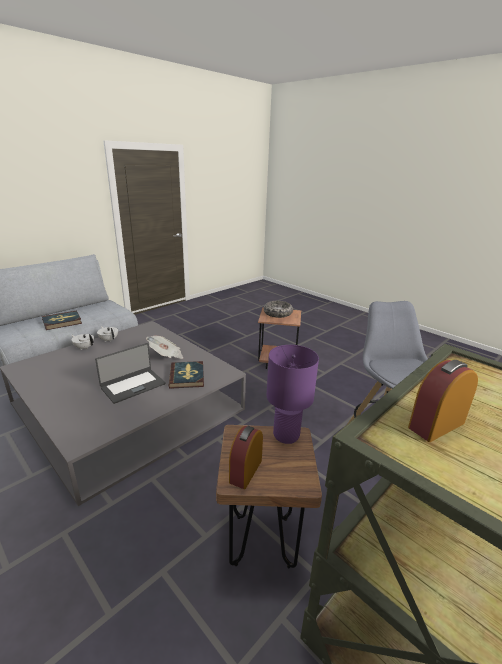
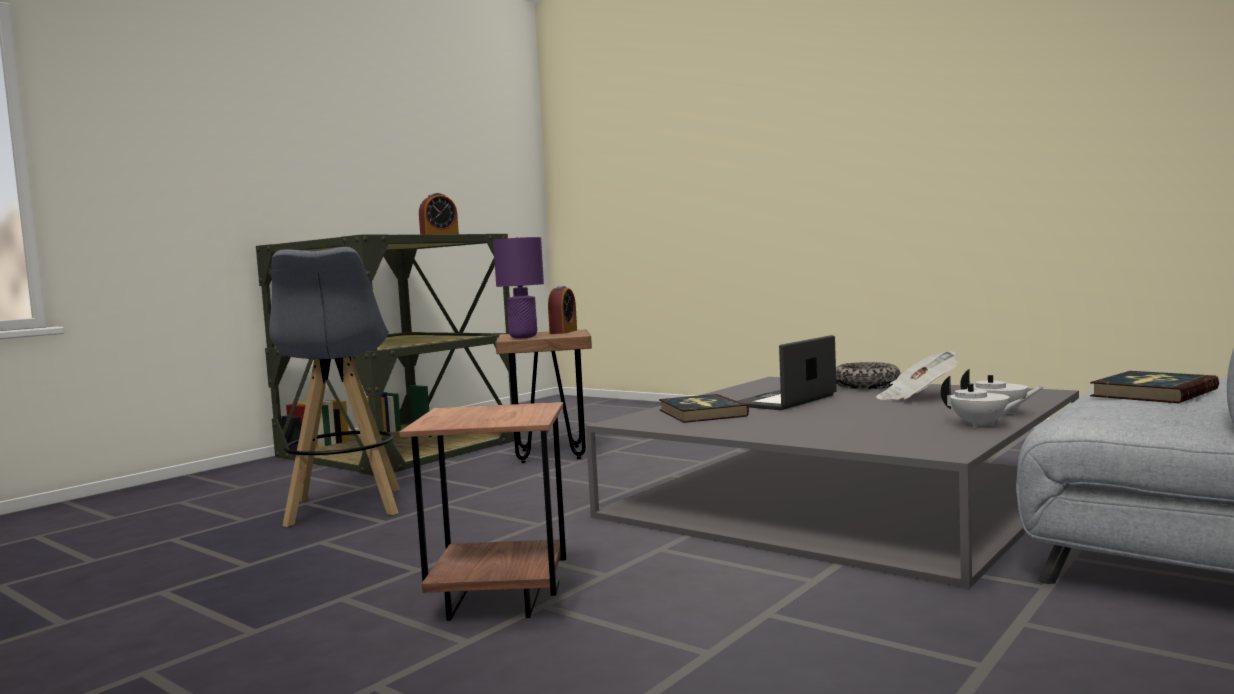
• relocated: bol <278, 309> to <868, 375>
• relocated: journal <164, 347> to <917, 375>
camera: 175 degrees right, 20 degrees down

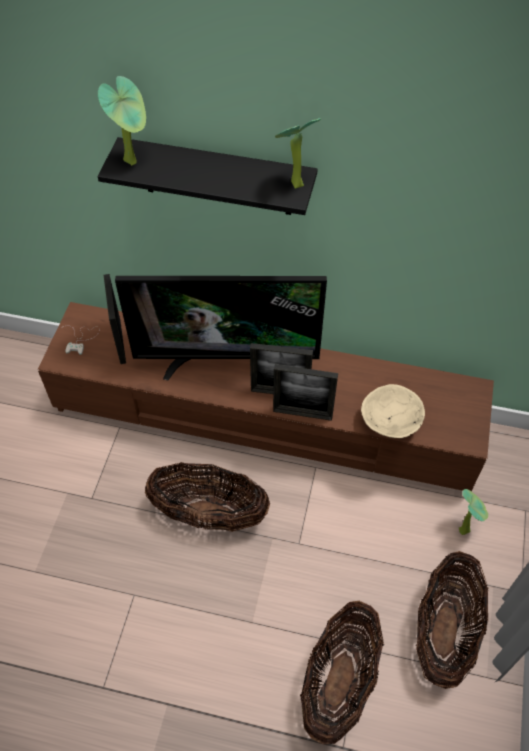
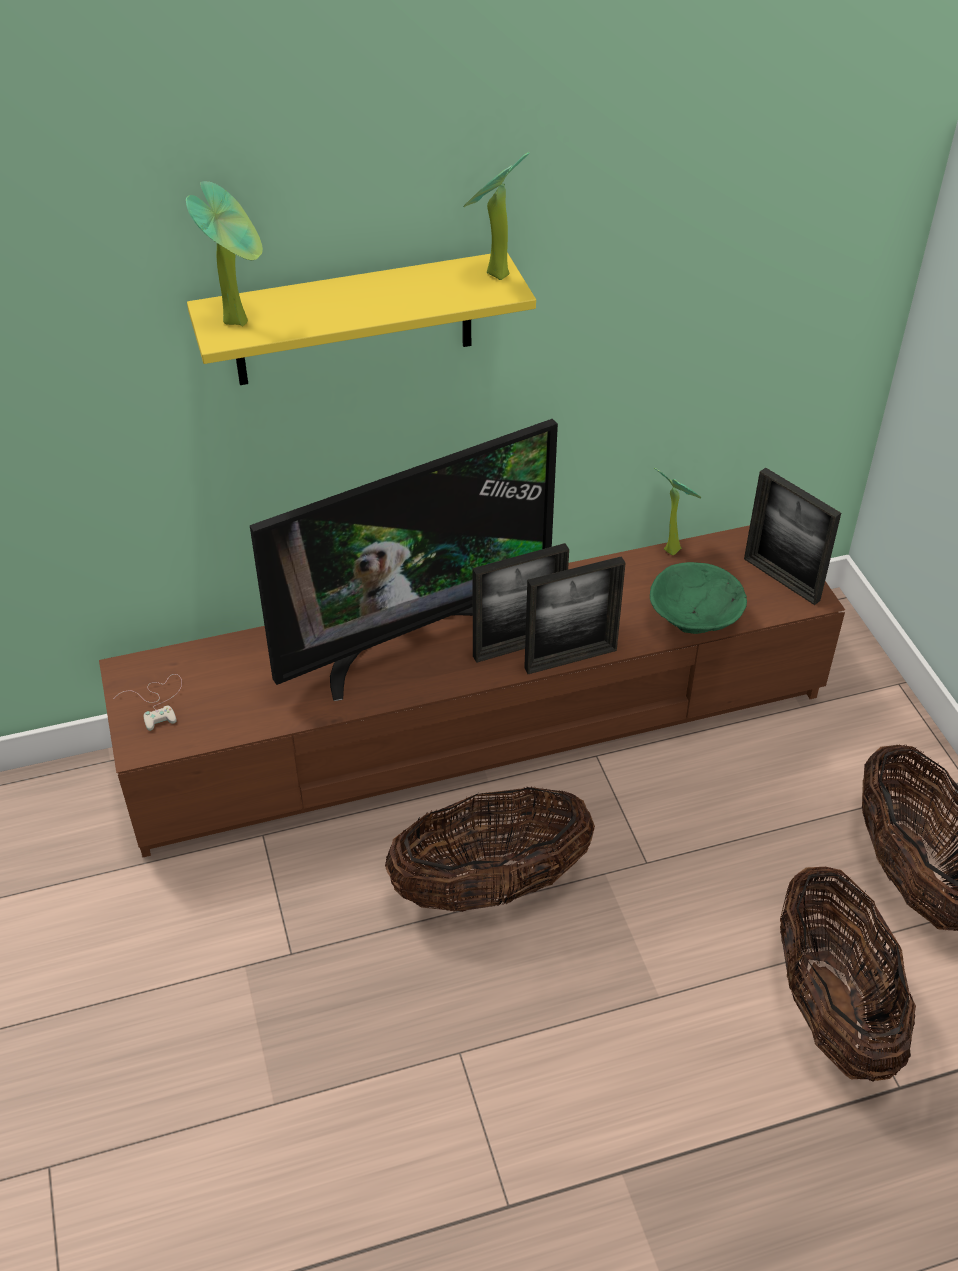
• colour: étagère/noir <207, 176> to étagère/jaune <361, 318>
• colour: bol/beige <393, 411> to bol/vert <698, 598>
• relocated: plante en pot <473, 512> to <677, 511>
• relocated: cadre photo <115, 319> to <792, 536>
camera: 30 degrees left, 10 degrees down

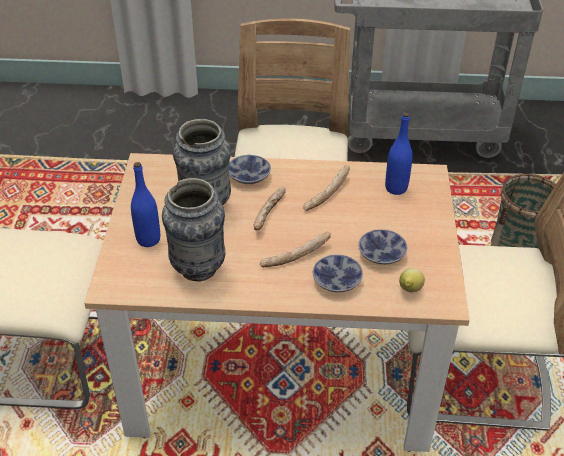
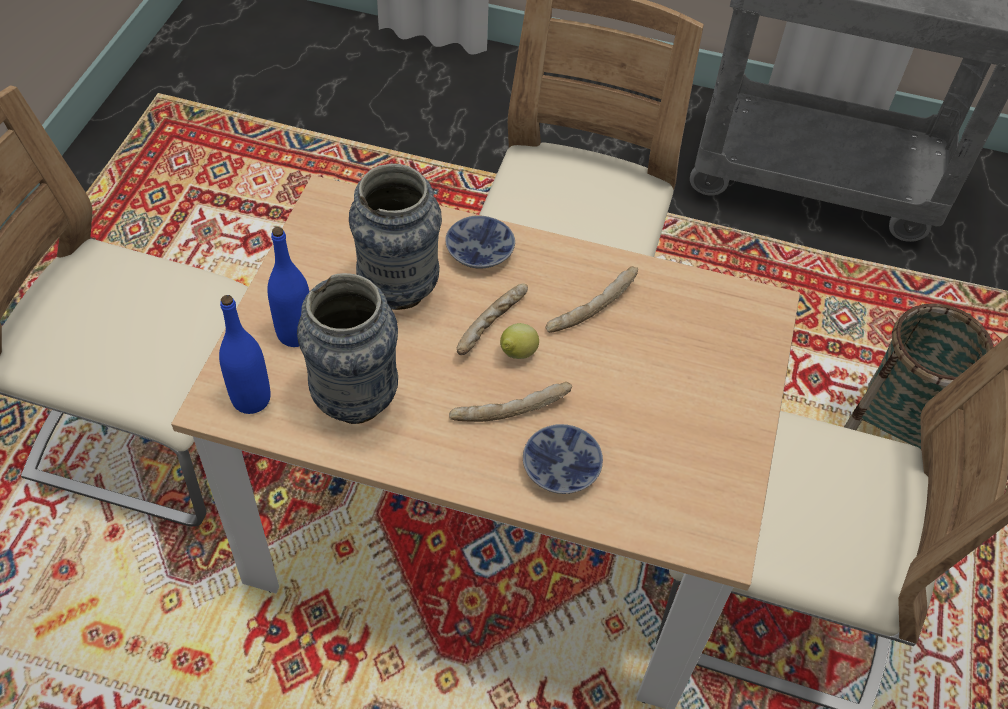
• relocated: bouteille/bleu <399, 153> to <244, 354>
• relocated: citron <412, 280> to <519, 341>
• missing: bol <382, 246>
camera: 10 degrees right, 10 degrees up

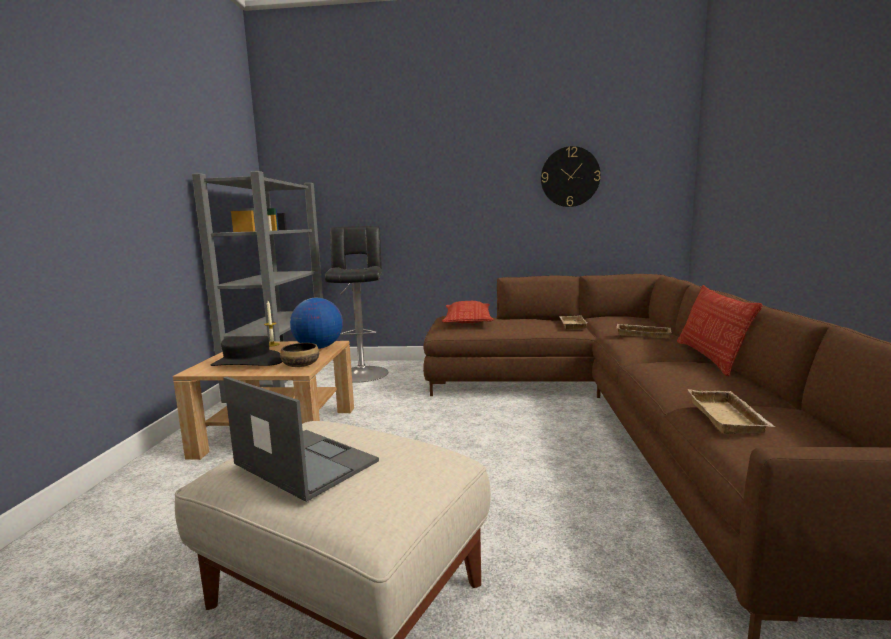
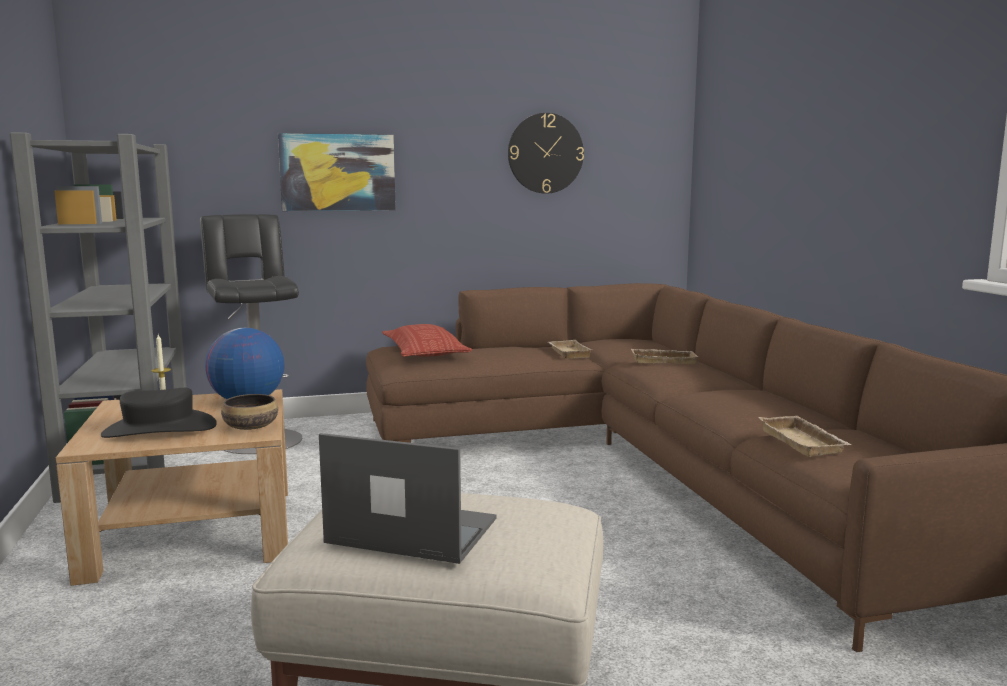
• appeared: tableau <337, 172>
• missing: coussin <719, 330>
camera: 20 degrees left, 0 degrees up

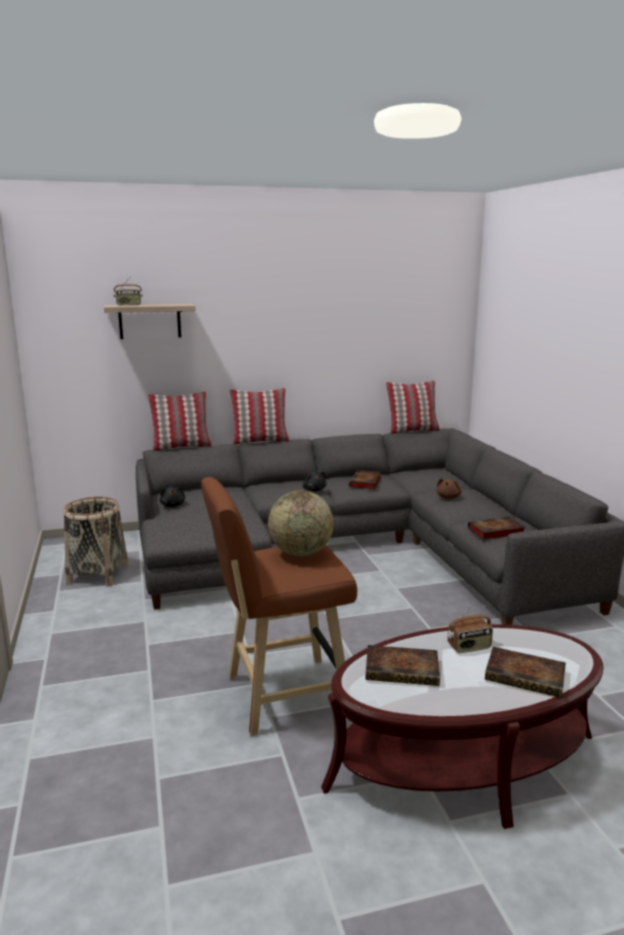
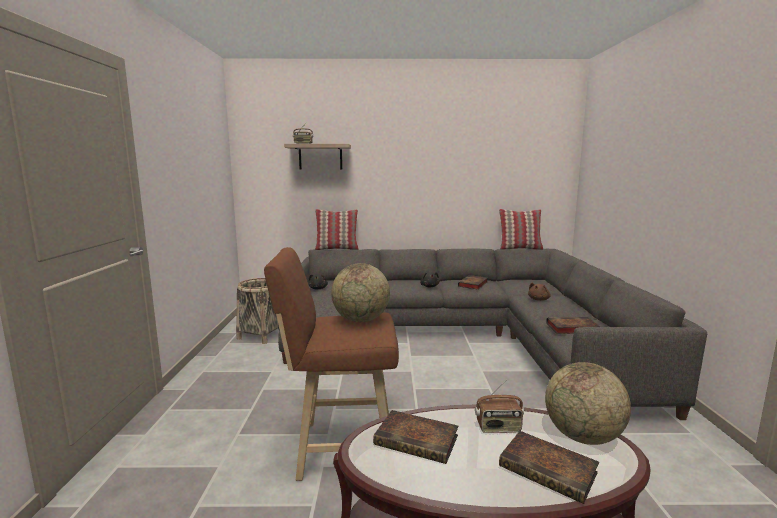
• appeared: globe <588, 403>
• missing: coussin <259, 416>
camera: 15 degrees right, 5 degrees down

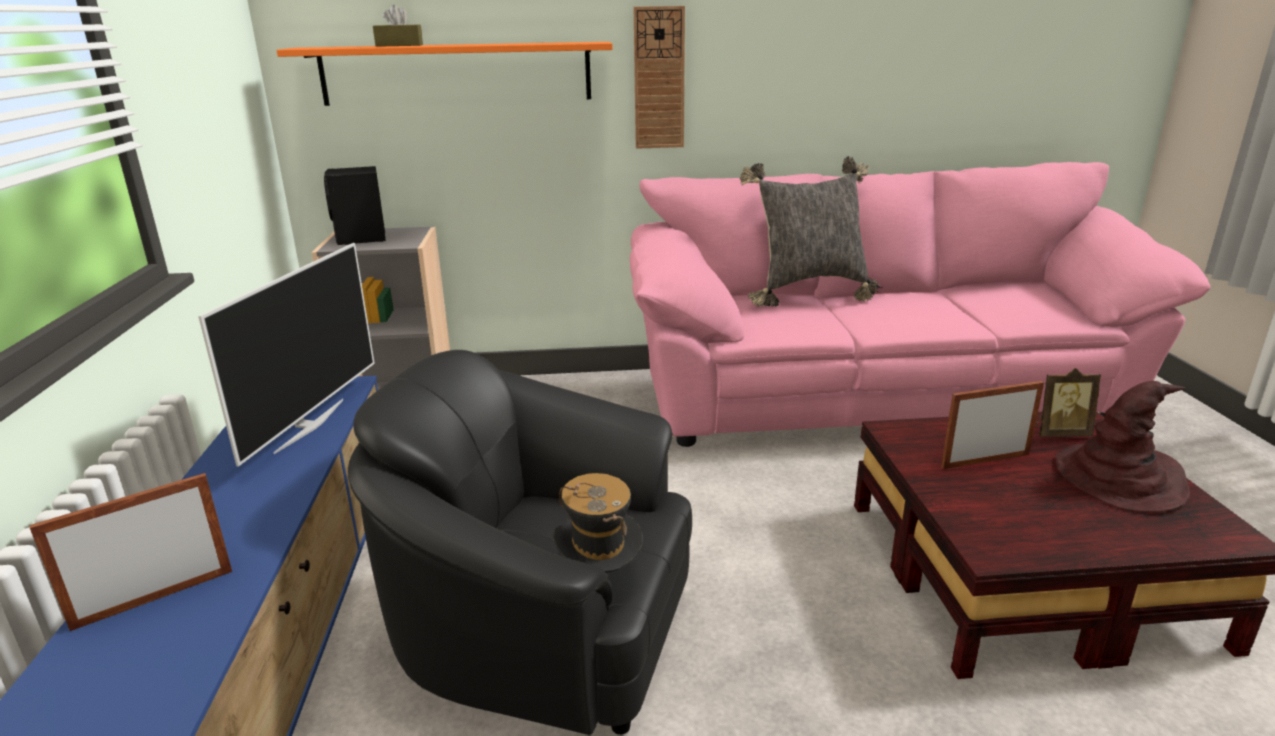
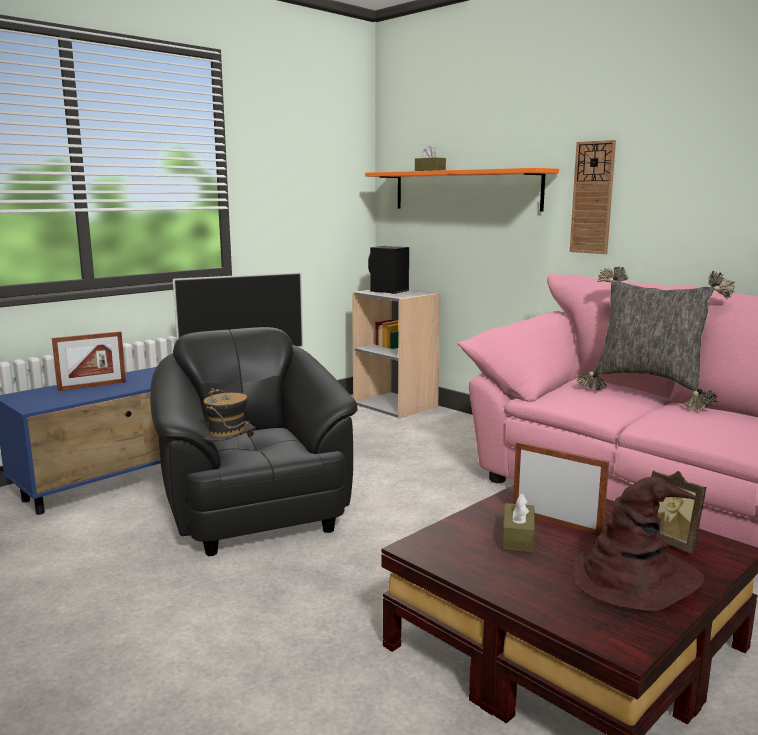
• spun: cadre photo <131, 552> = <89, 361> 135 degrees clockwise
• appeared: boîte à mouchoirs/marron <518, 523>
camera: 50 degrees right, 10 degrees down

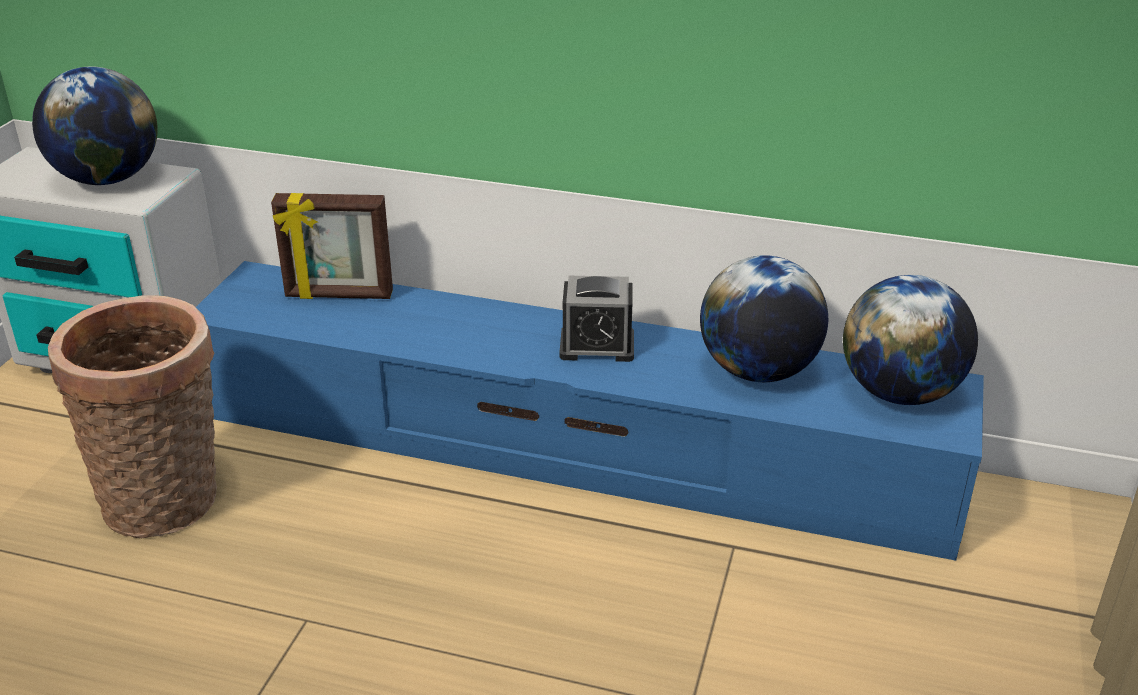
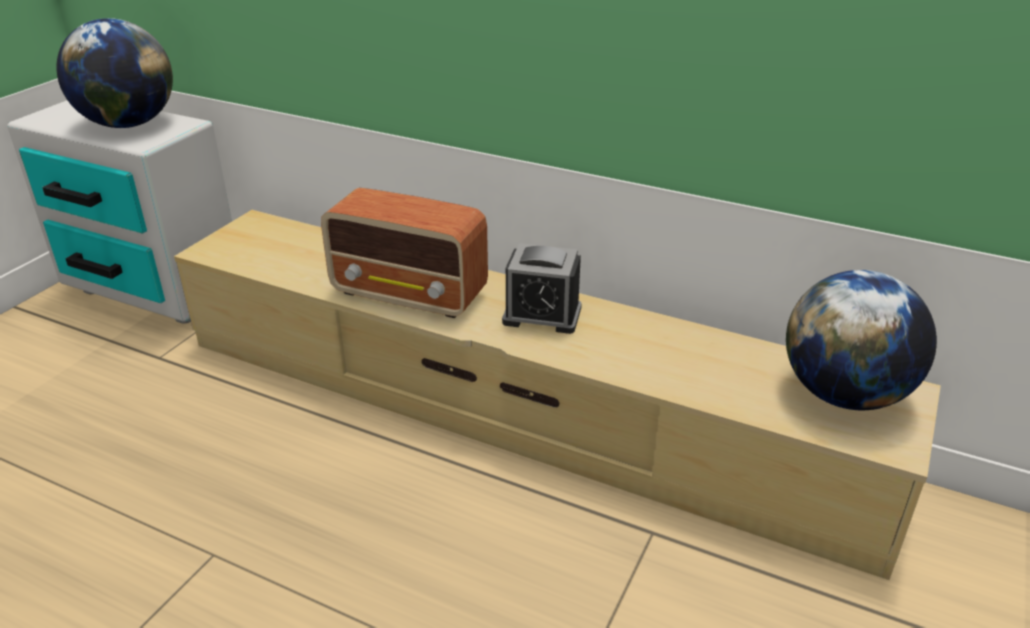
• colour: meuble télé/bleu <590, 411> to meuble télé/beige <557, 395>
• appeared: radio <404, 253>
• missing: panier <132, 416>
• missing: cadre photo <332, 246>
• missing: globe <764, 318>
camera: 10 degrees right, 0 degrees up

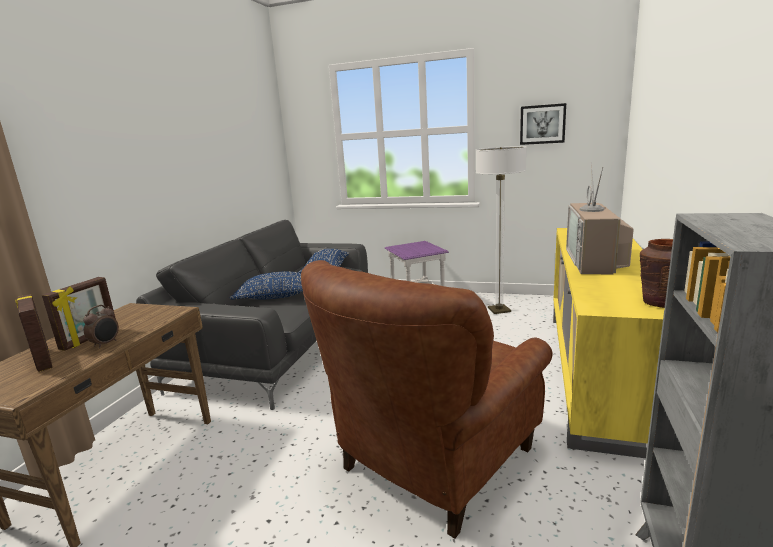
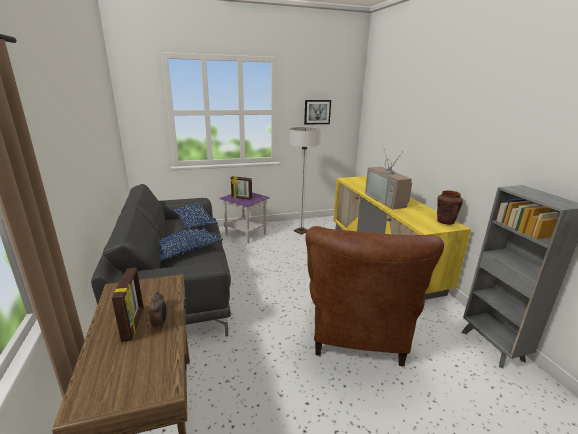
• relocated: cadre photo <34, 333> to <241, 188>
camera: 35 degrees left, 5 degrees up

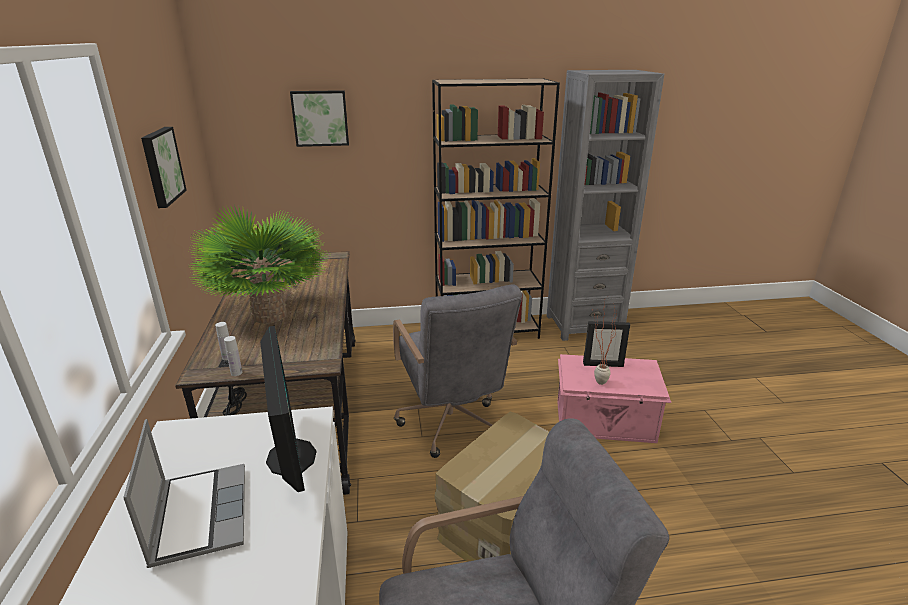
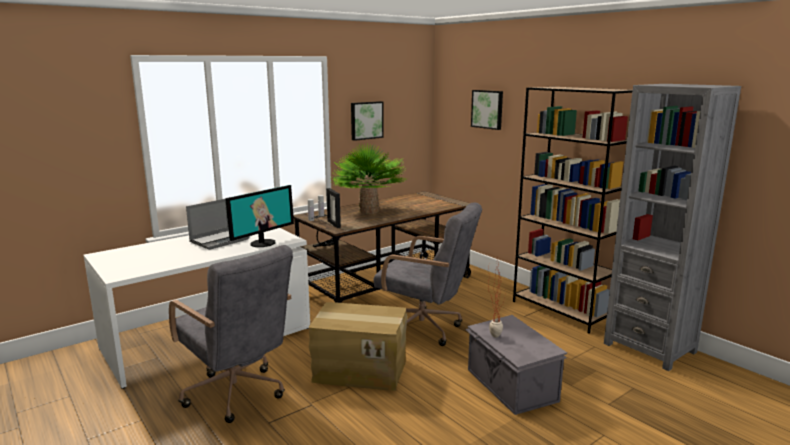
• relocated: cadre photo <606, 344> to <333, 208>
• spun: chaise de bureau/gris <457, 371> = <428, 274> 105 degrees counterclockwise
• colour: boîte de rangement/rose <614, 398> to boîte de rangement/gris <516, 365>
camera: 60 degrees right, 10 degrees down

